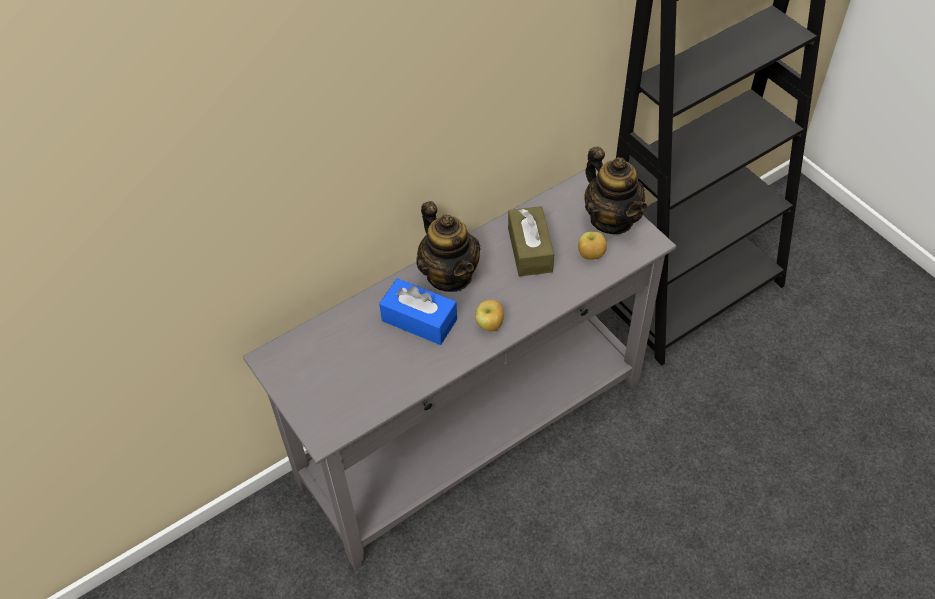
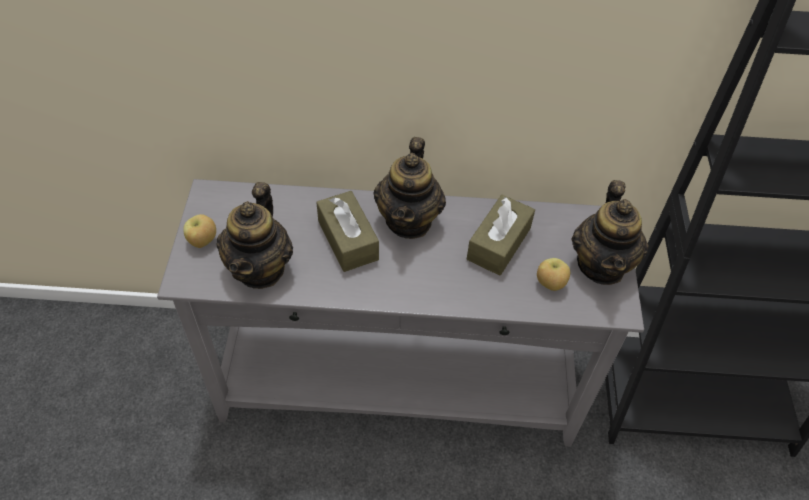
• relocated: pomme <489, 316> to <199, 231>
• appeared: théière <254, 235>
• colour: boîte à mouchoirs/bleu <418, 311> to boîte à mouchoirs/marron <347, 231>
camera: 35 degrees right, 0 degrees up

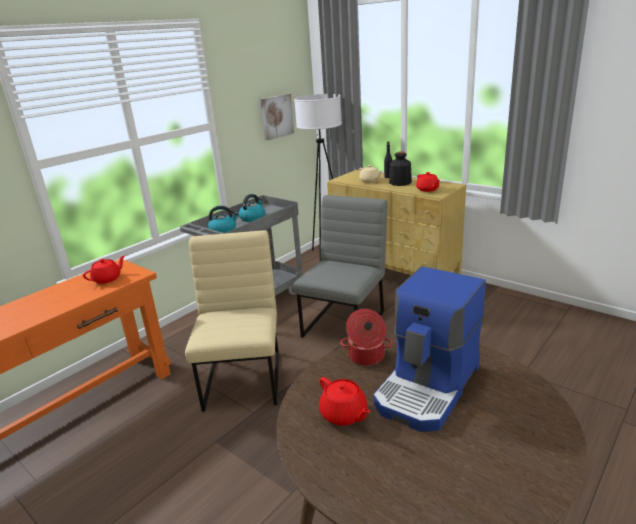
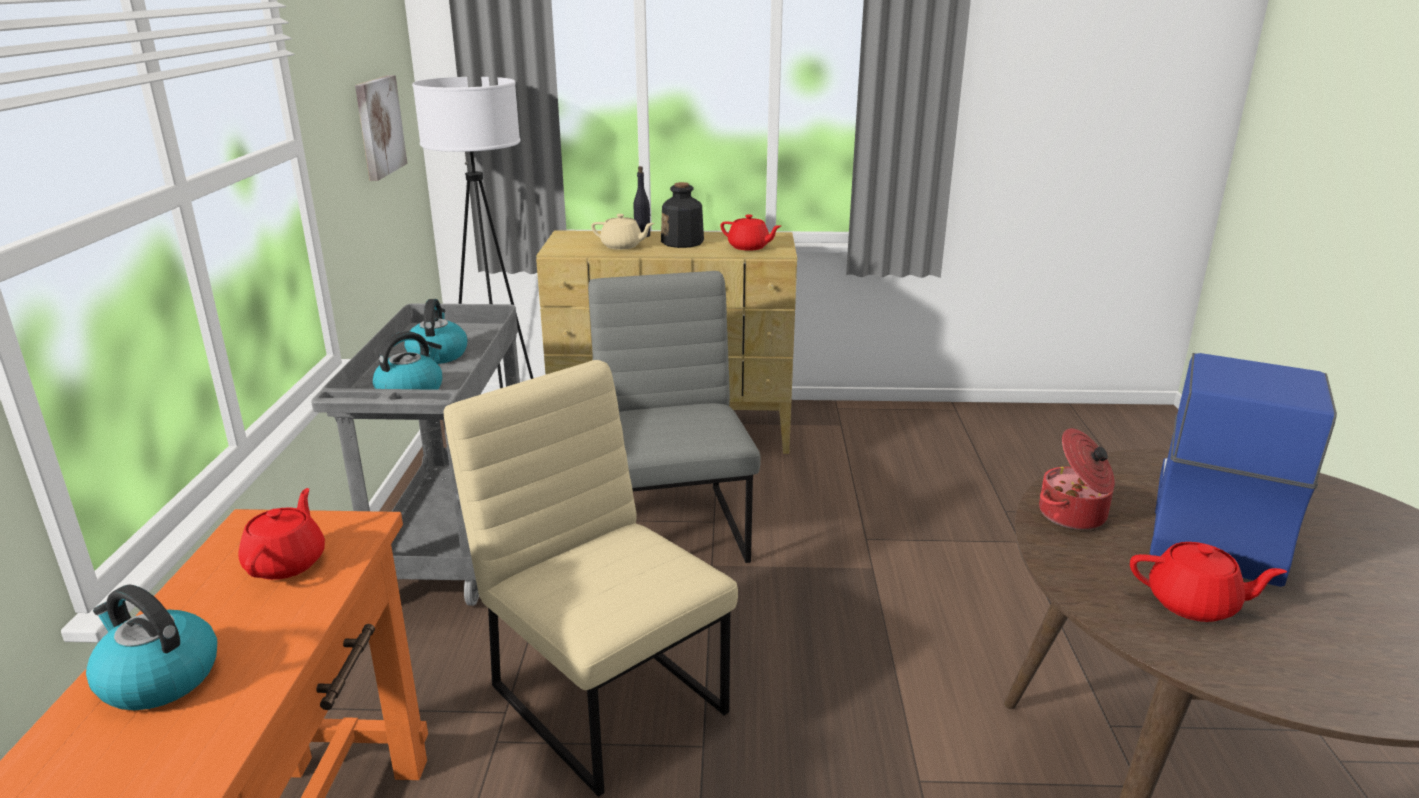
• appeared: bouilloire <151, 647>
• spun: machine à café <430, 349> = <1243, 470> 150 degrees counterclockwise
camera: 40 degrees left, 0 degrees up

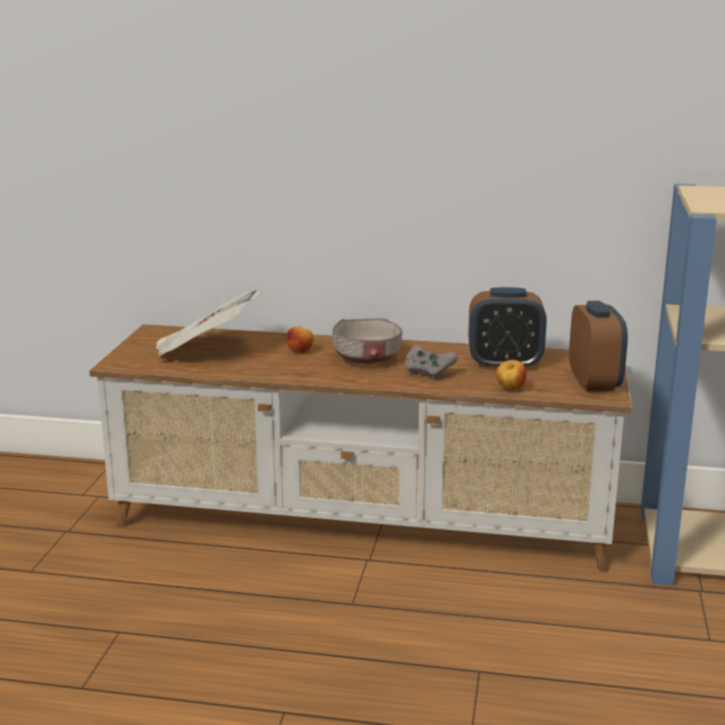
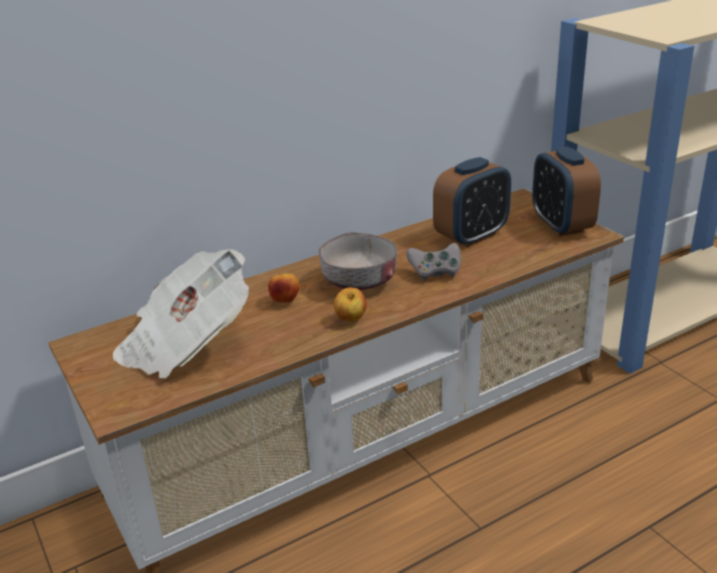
• relocated: pomme <511, 375> to <350, 304>
• spun: réveil <598, 346> = <566, 191> 150 degrees counterclockwise
camera: 40 degrees left, 10 degrees up

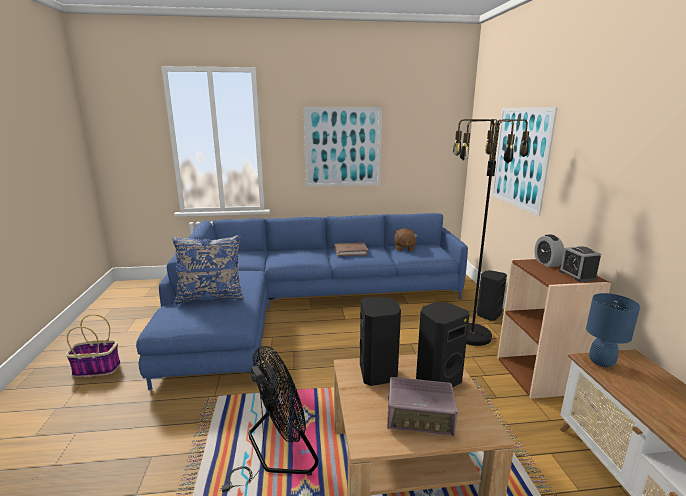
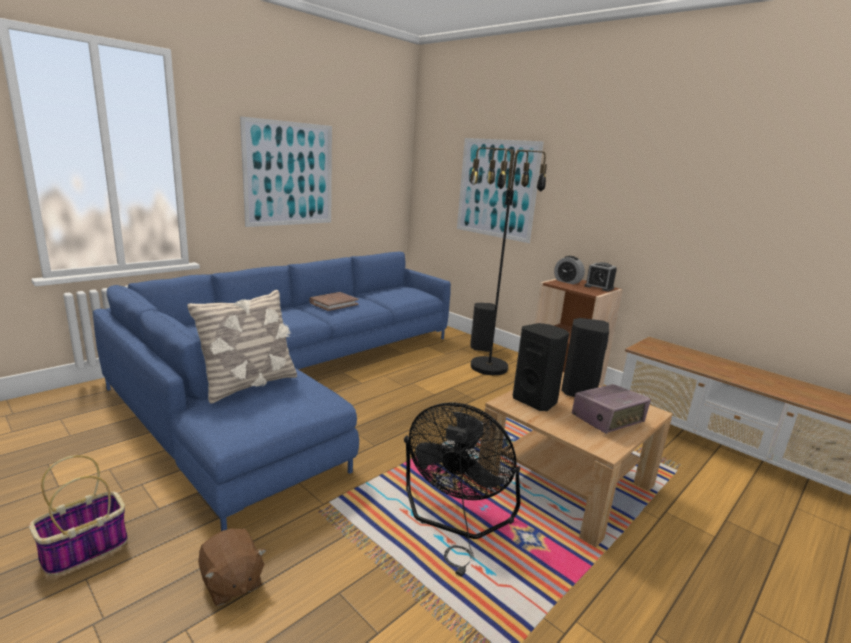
• colour: coussin/bleu <208, 269> to coussin/beige <242, 347>
• relocated: peluche/marron <406, 239> to <232, 567>
• missing: lampe de table/bleu <613, 330>
camera: 40 degrees left, 0 degrees up

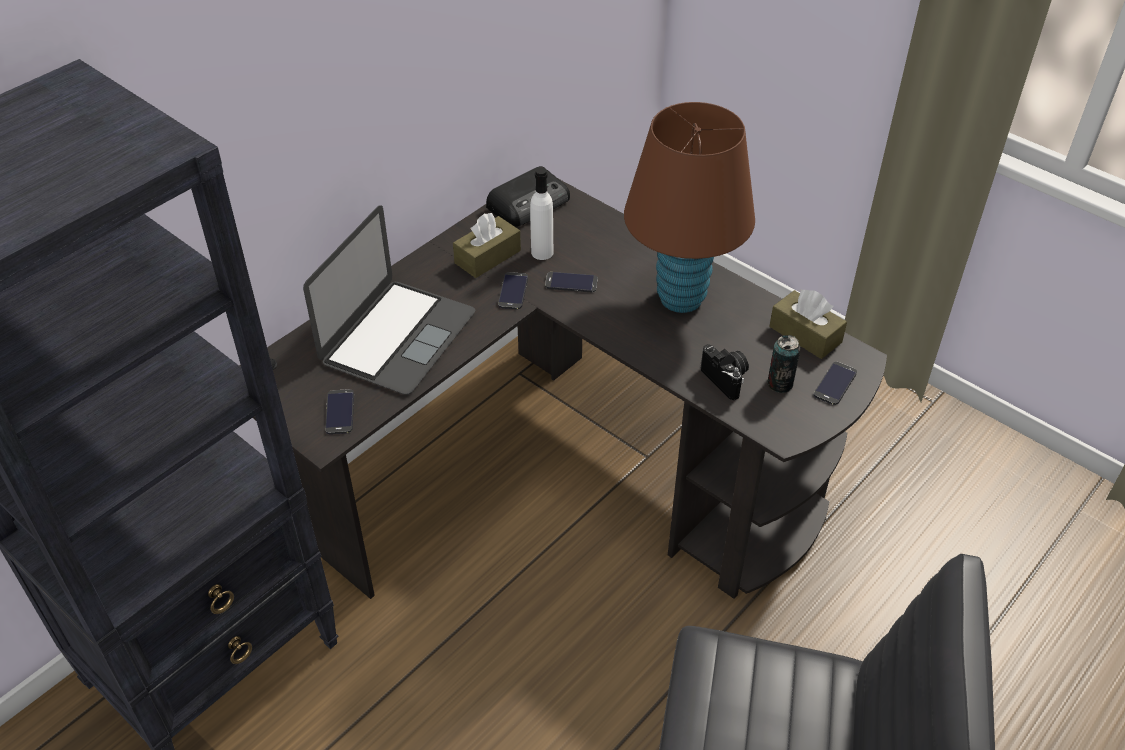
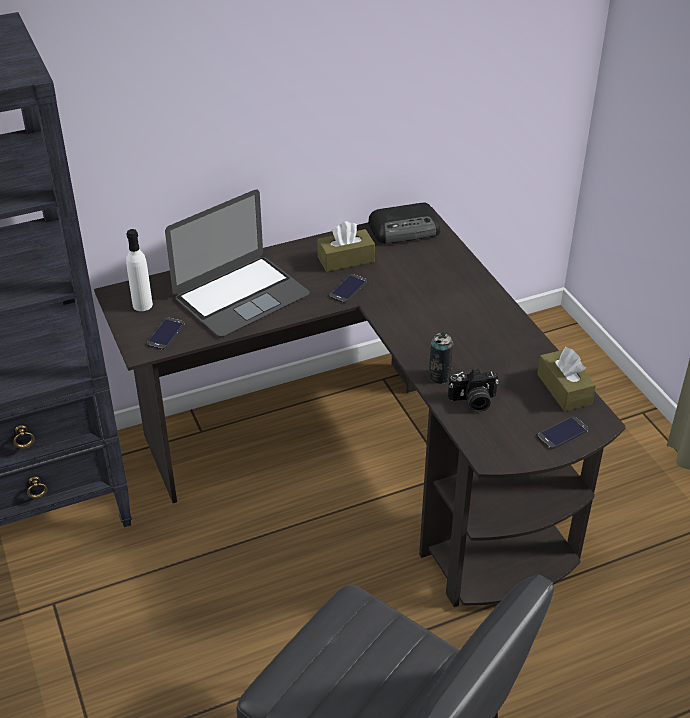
• relocated: bouteille/blanc <542, 214> to <139, 270>
• relocated: boîte métallique <783, 364> to <441, 358>
• spun: appareil photo <725, 372> = <473, 390> 90 degrees clockwise
• missing: téléphone <571, 282>
• missing: lampe de table/marron <689, 207>
camera: 25 degrees right, 5 degrees down

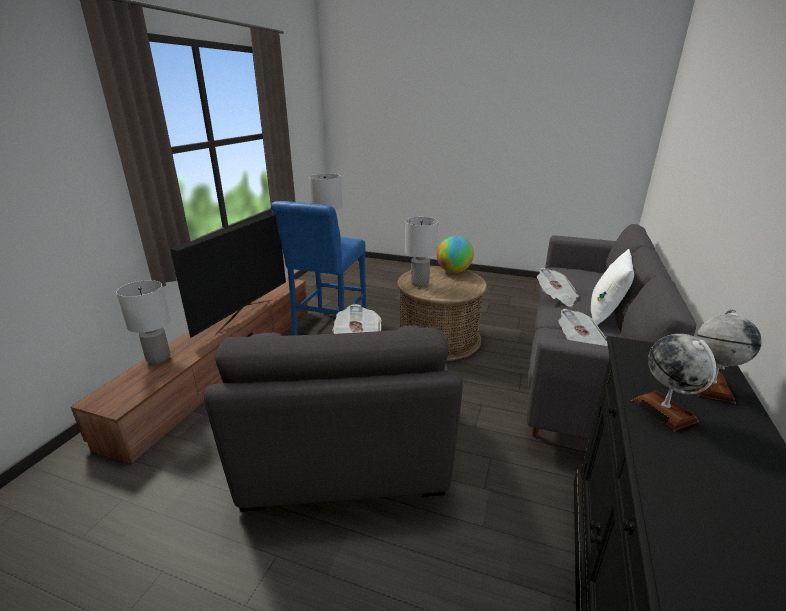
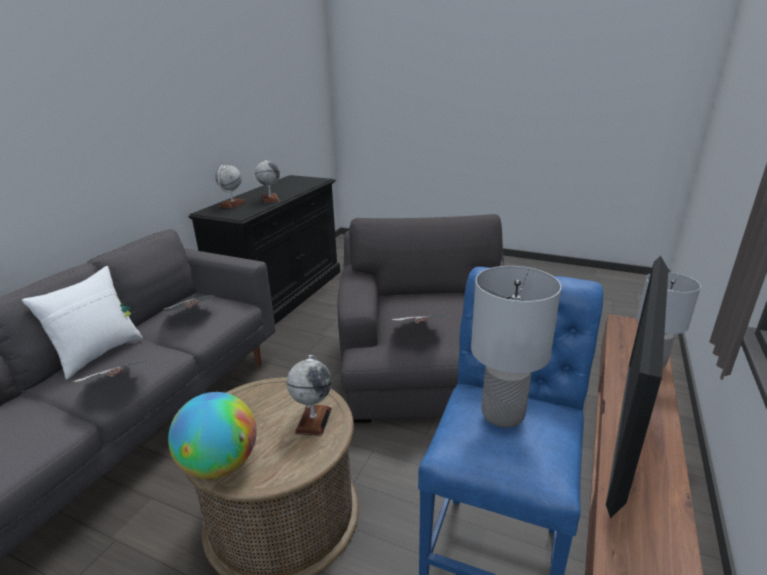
• exchanged: lampe de table/gris <421, 252> to globe <309, 395>
camera: 175 degrees left, 0 degrees up

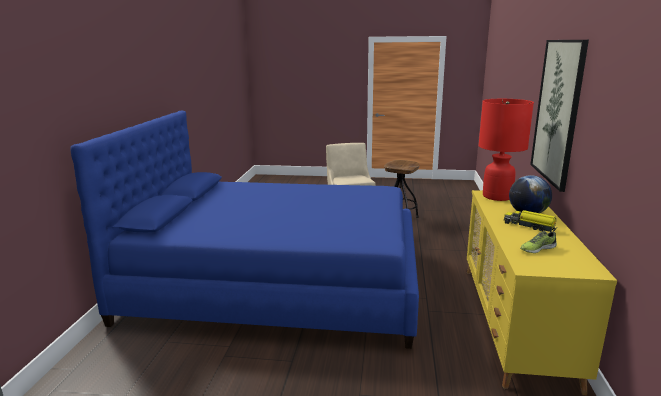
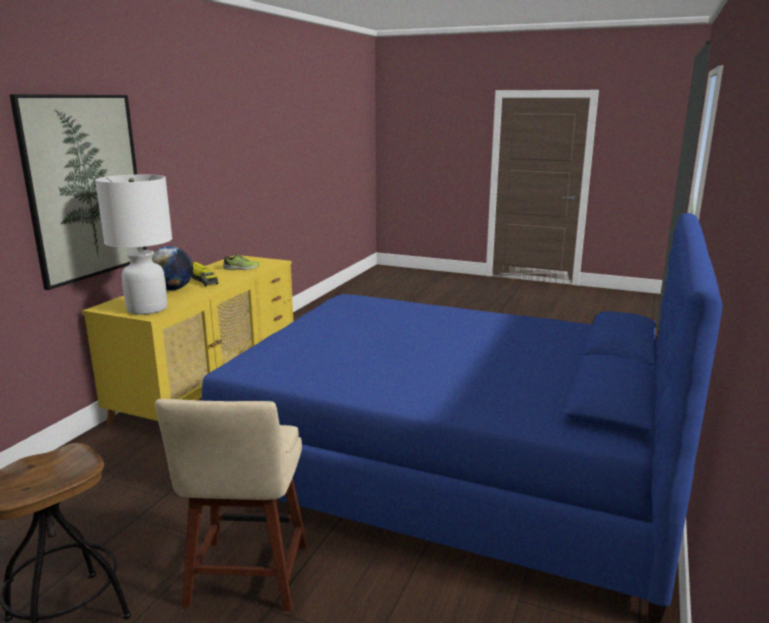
• colour: lampe de table/rouge <506, 150> to lampe de table/blanc <133, 245>
camera: 165 degrees left, 0 degrees up

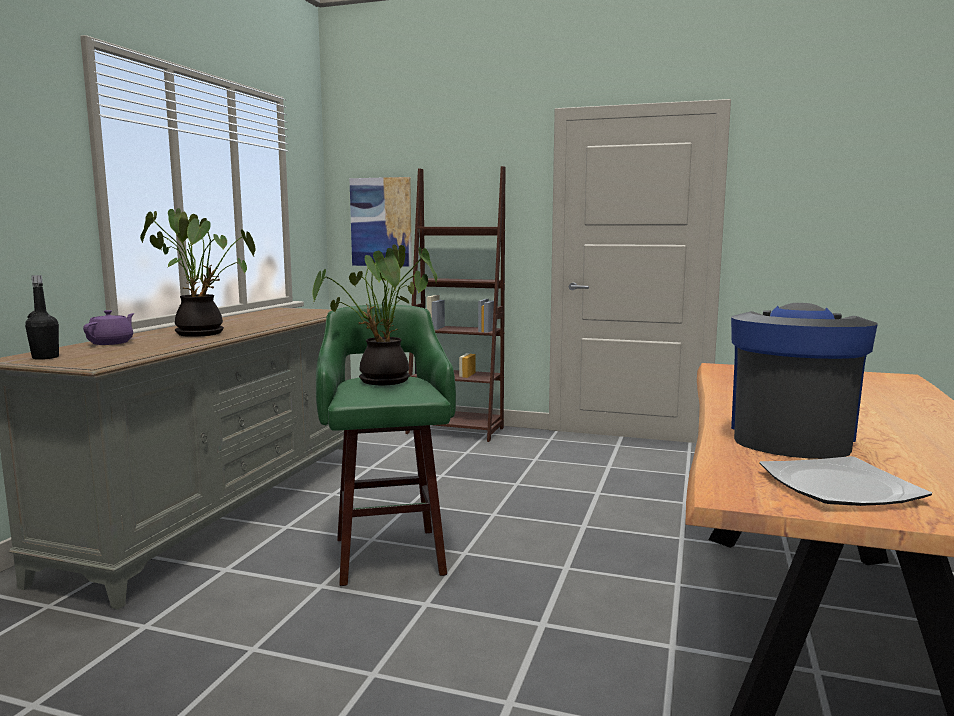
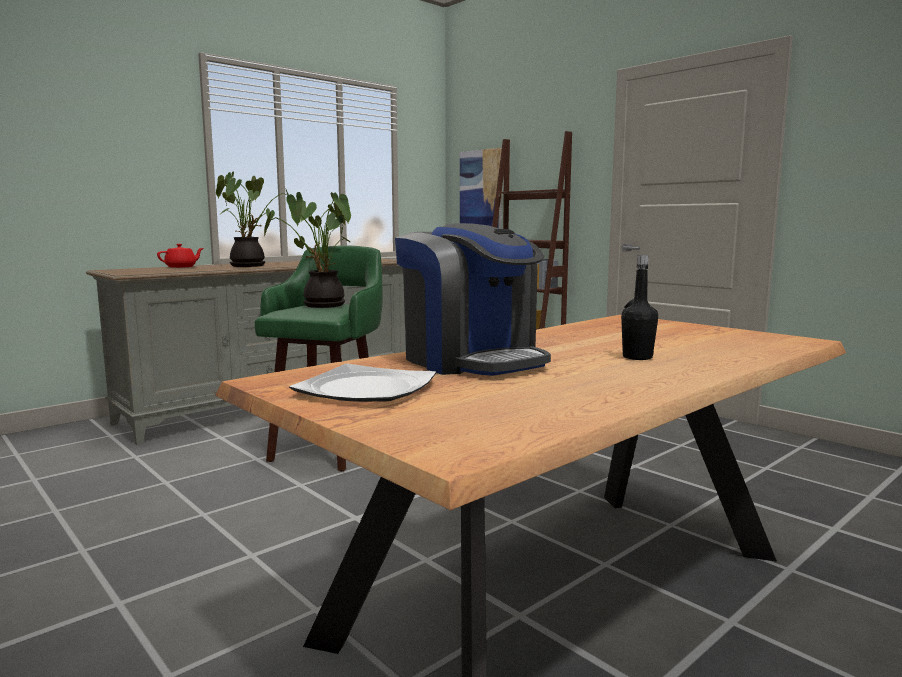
• colour: théière/violet <108, 327> to théière/rouge <180, 256>
• spun: machine à café <804, 381> = <473, 299> 90 degrees clockwise
• relocated: bouteille/noir <42, 317> to <639, 307>
camera: 30 degrees right, 0 degrees up

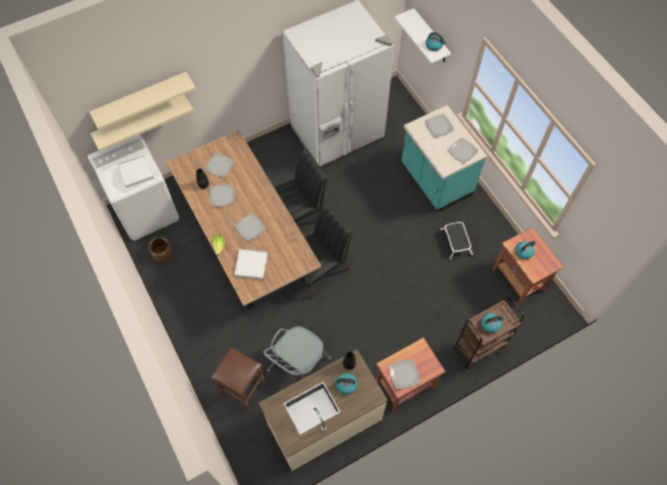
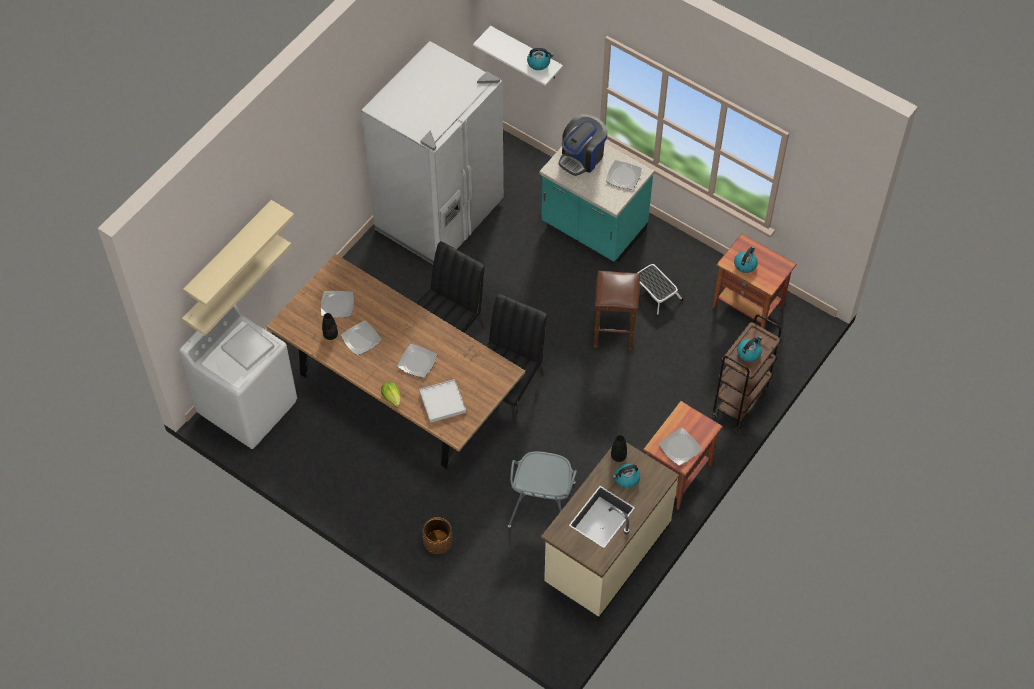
• relocated: cache-pot/marron <161, 249> to <437, 535>
• exchanged: assiette <439, 125> to machine à café <583, 145>
• relocated: tabouret/marron <238, 379> to <617, 311>
camera: 25 degrees left, 5 degrees down

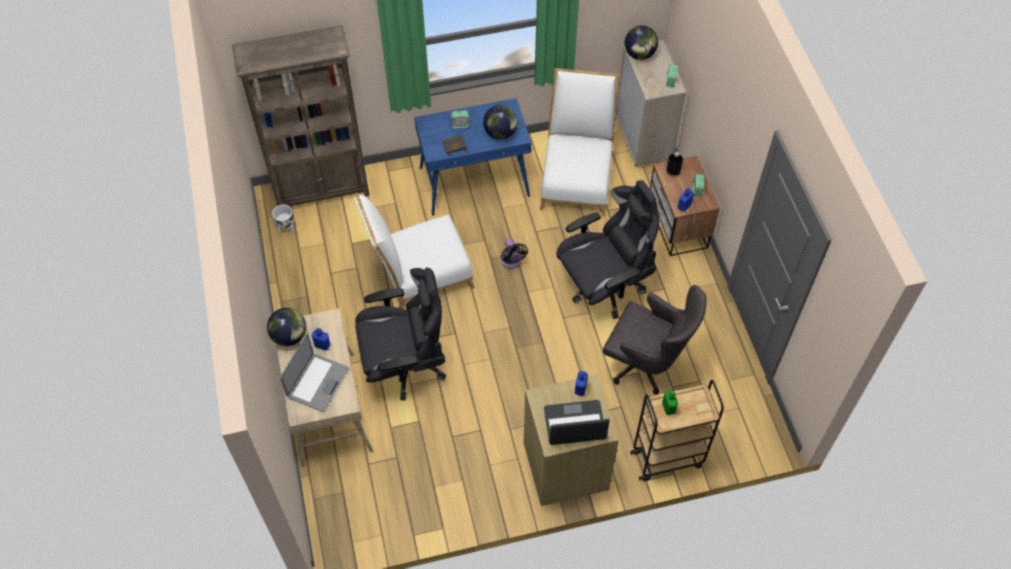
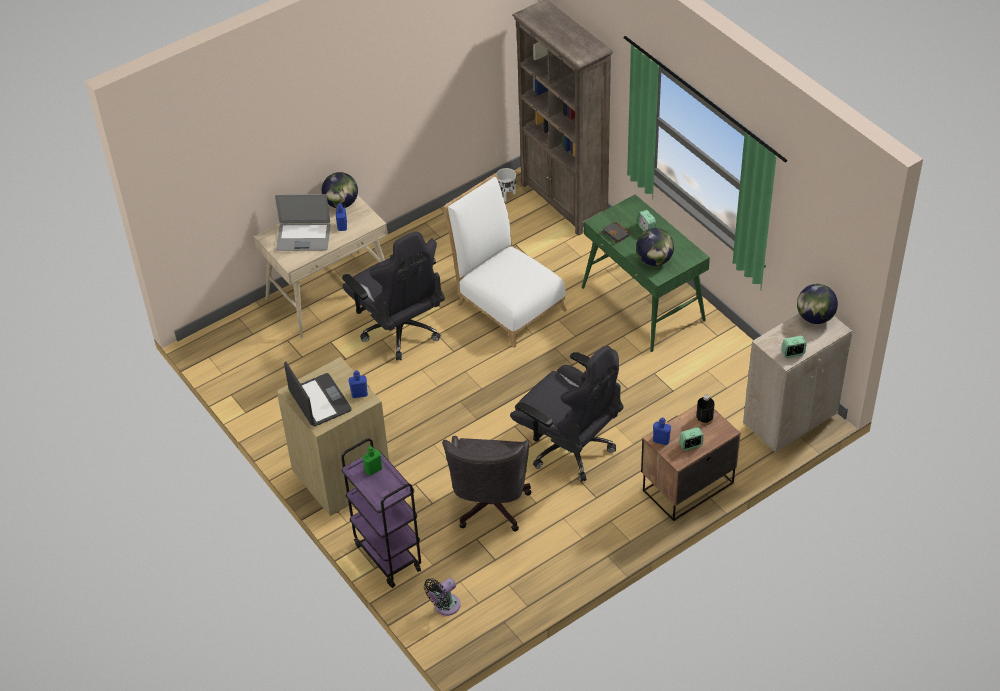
• colour: chariot/marron <677, 430> to chariot/violet <381, 513>
• relocated: ventilateur/noir <514, 253> to <442, 597>
• colour: bureau/bleu <472, 157> to bureau/vert <646, 273>
• missing: chaise/blanc <579, 142>
camera: 70 degrees right, 10 degrees down

